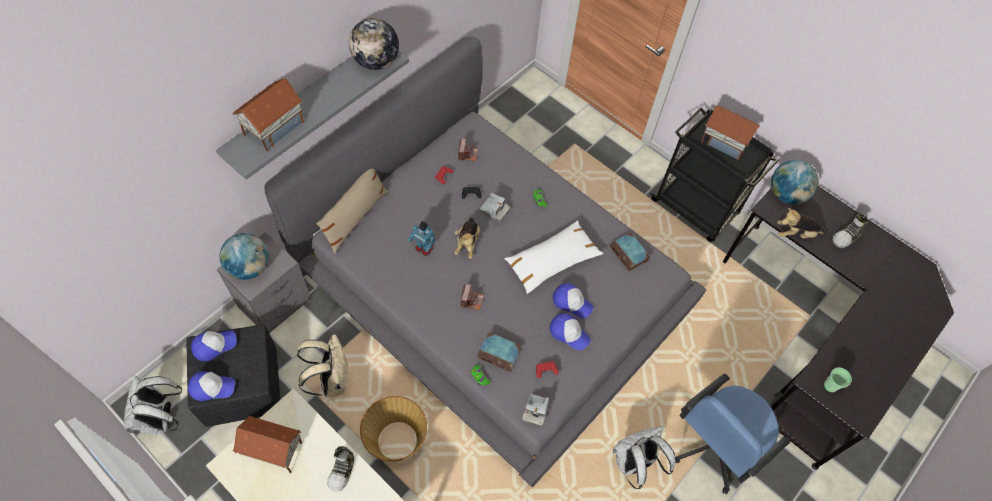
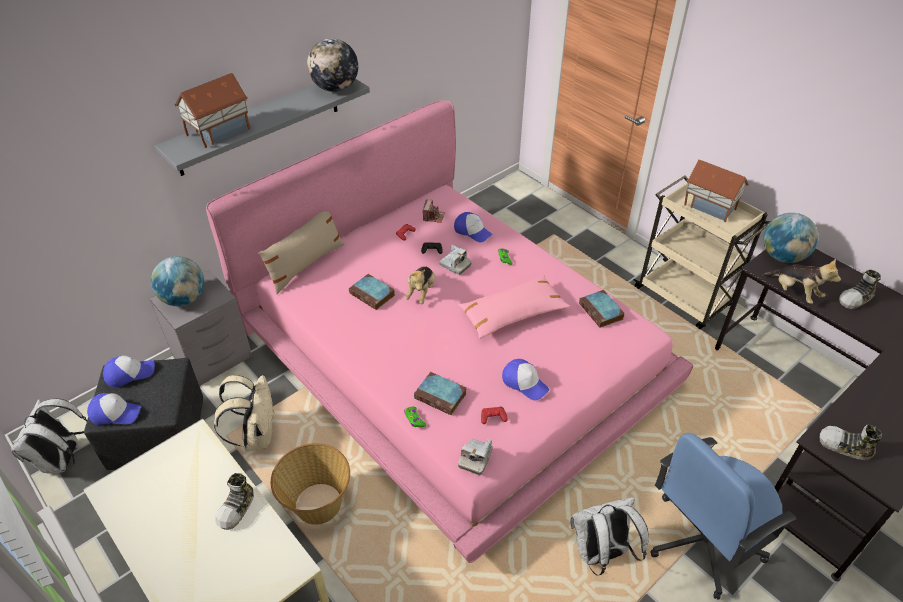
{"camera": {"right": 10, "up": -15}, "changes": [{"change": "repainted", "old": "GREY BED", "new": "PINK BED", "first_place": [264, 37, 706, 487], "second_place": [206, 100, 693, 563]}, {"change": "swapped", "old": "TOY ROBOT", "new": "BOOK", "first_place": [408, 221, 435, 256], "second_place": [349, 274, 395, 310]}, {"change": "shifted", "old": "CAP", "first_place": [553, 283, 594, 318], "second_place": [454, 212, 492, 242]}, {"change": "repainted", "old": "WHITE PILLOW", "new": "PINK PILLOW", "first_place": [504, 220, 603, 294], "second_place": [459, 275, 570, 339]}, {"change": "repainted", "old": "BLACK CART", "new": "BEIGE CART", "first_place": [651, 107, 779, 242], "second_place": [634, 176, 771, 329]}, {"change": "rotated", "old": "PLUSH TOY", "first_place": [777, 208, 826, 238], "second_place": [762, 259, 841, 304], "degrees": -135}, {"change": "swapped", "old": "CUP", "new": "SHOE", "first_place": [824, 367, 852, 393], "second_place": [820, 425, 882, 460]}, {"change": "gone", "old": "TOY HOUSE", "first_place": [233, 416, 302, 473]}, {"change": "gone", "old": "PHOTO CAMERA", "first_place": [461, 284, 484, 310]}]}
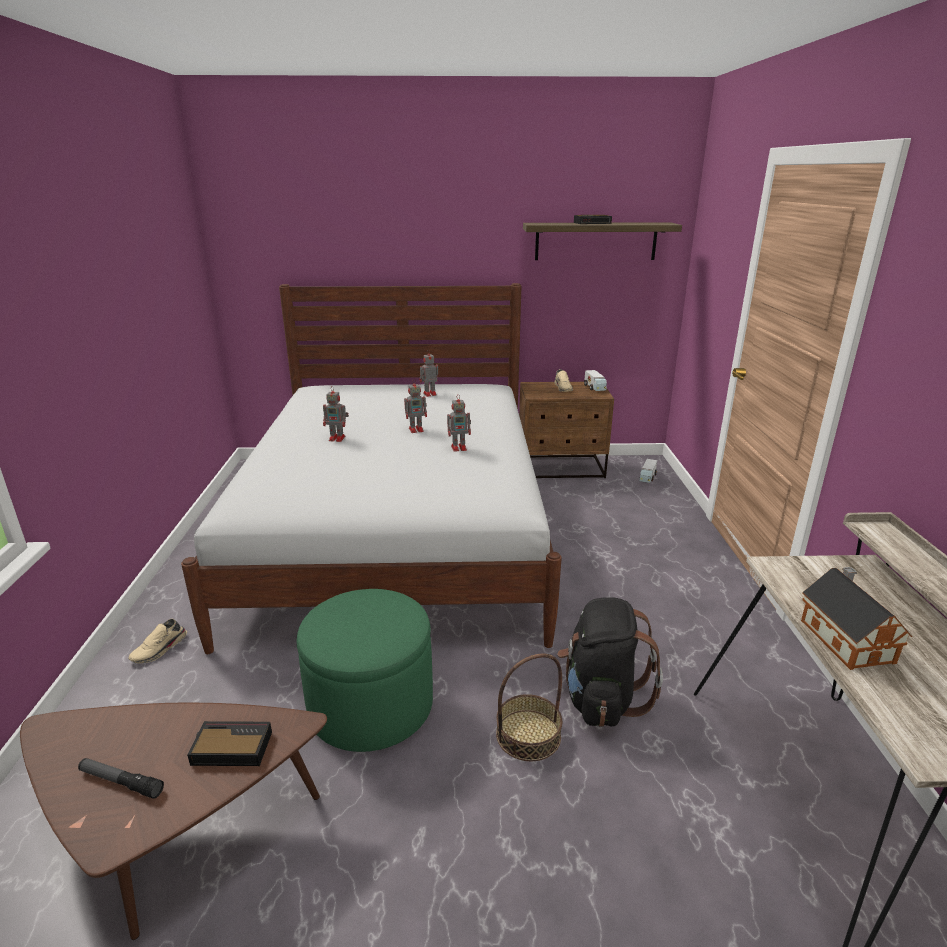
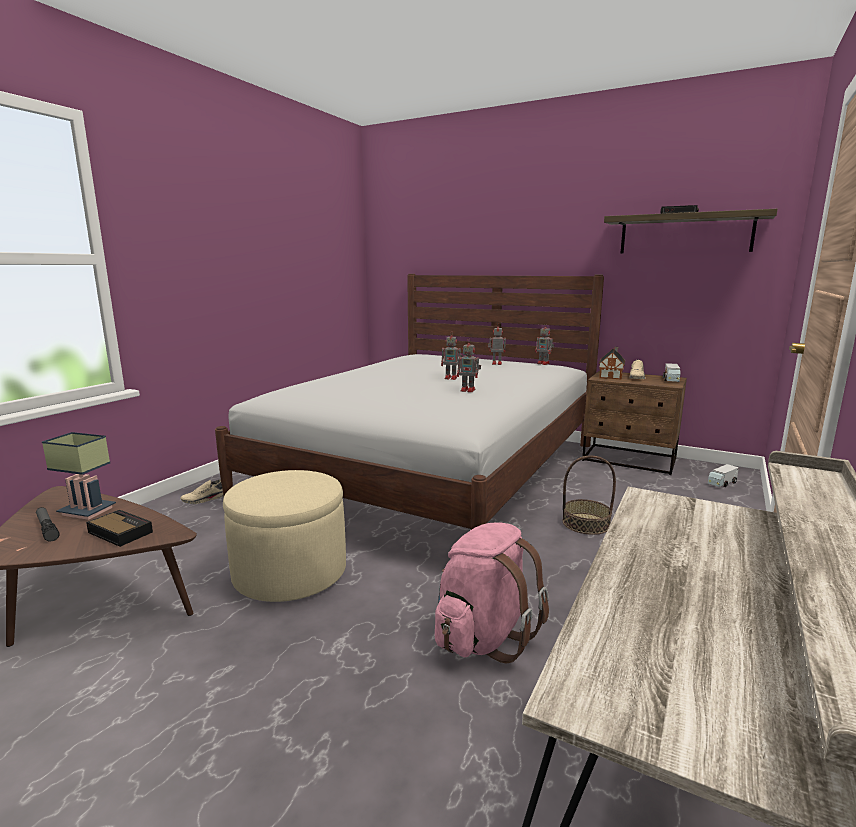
{"camera": {"right": 30, "up": -10}, "changes": [{"change": "new", "new": "TABLE LAMP", "second_place": [42, 432, 116, 520]}, {"change": "repainted", "old": "GREEN OTTOMAN", "new": "BEIGE OTTOMAN", "first_place": [297, 589, 433, 752], "second_place": [223, 470, 346, 602]}, {"change": "repainted", "old": "BLACK BACKPACK", "new": "PINK BACKPACK", "first_place": [557, 597, 663, 727], "second_place": [435, 522, 549, 663]}, {"change": "shifted", "old": "TOY ROBOT", "first_place": [323, 386, 349, 442], "second_place": [535, 324, 554, 365]}, {"change": "shifted", "old": "BASKET", "first_place": [496, 654, 562, 761], "second_place": [563, 456, 616, 535]}, {"change": "shifted", "old": "TOY HOUSE", "first_place": [801, 567, 912, 670], "second_place": [599, 347, 625, 380]}]}
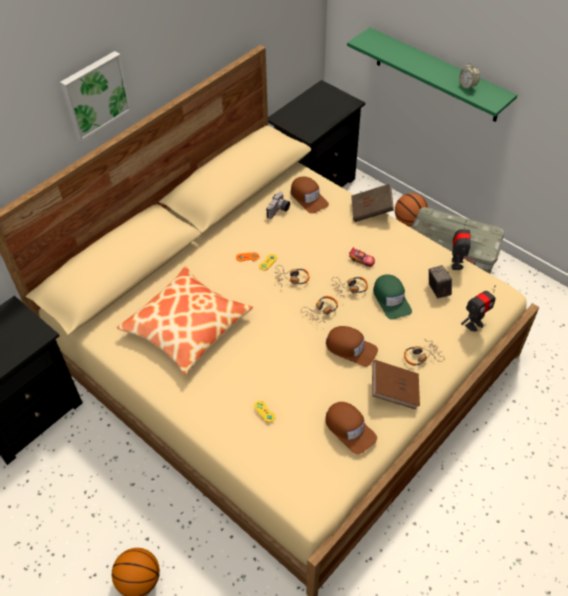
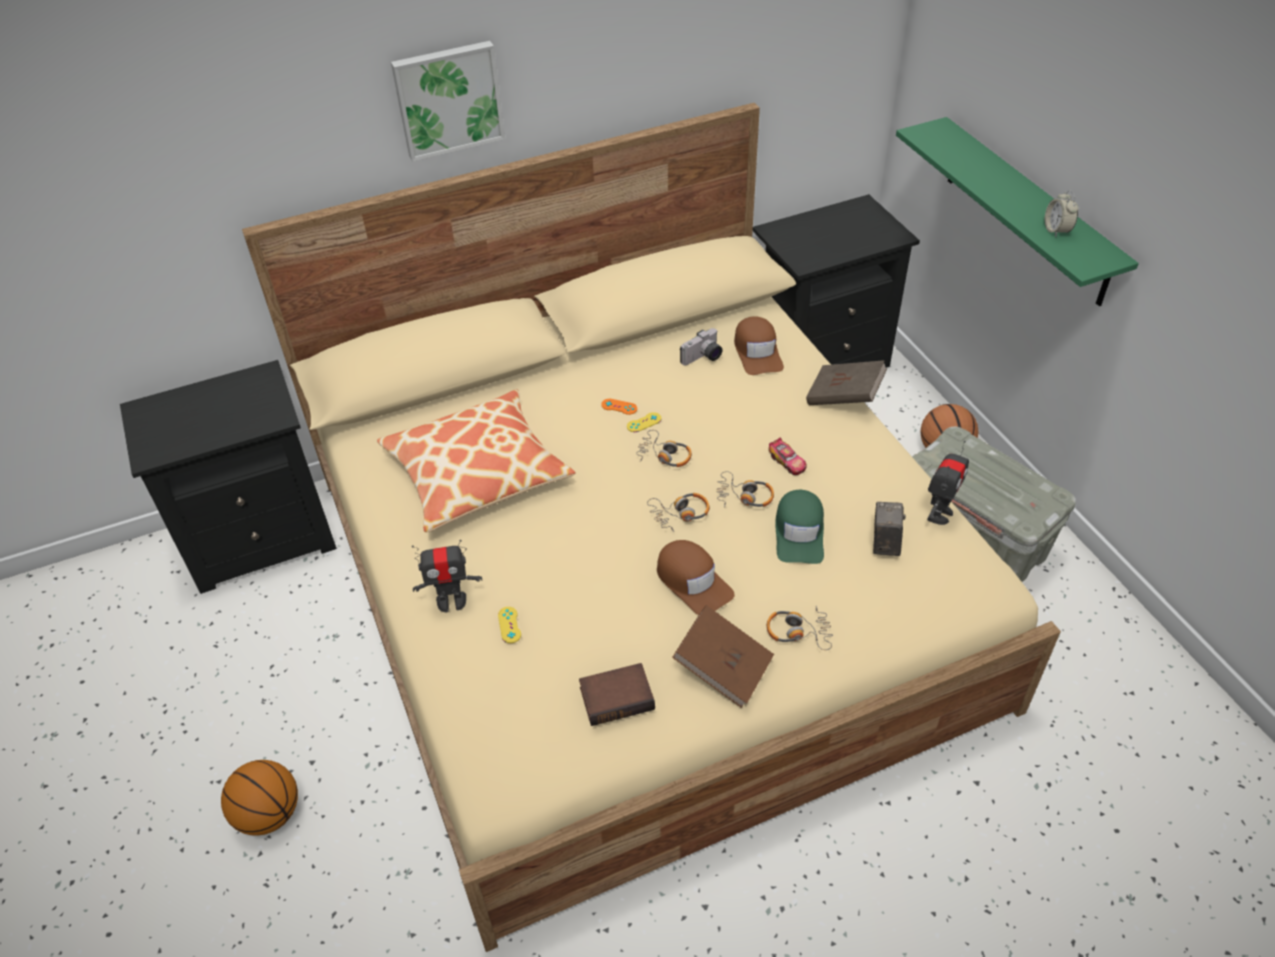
{"camera": {"right": 25, "up": -5}, "changes": [{"change": "shifted", "old": "TOY ROBOT", "first_place": [461, 288, 495, 332], "second_place": [411, 540, 482, 612]}, {"change": "swapped", "old": "BROWN CAP", "new": "BOOK", "first_place": [325, 402, 377, 454], "second_place": [579, 663, 655, 726]}]}
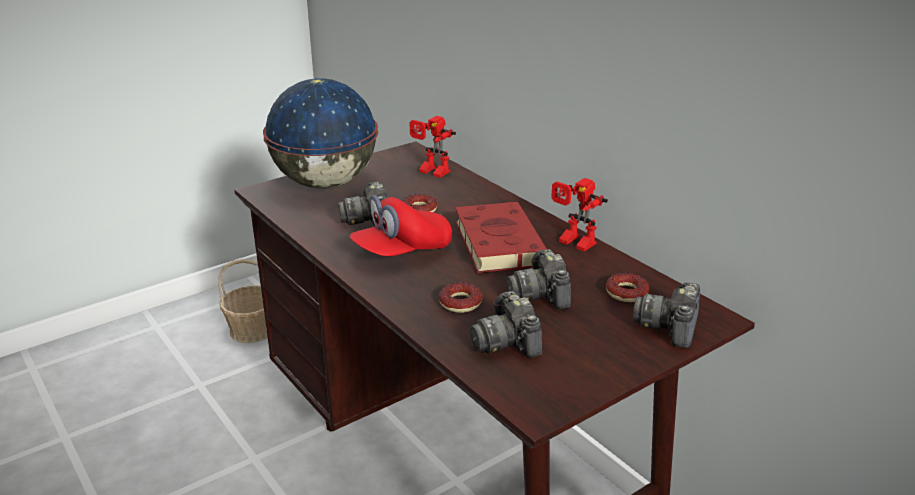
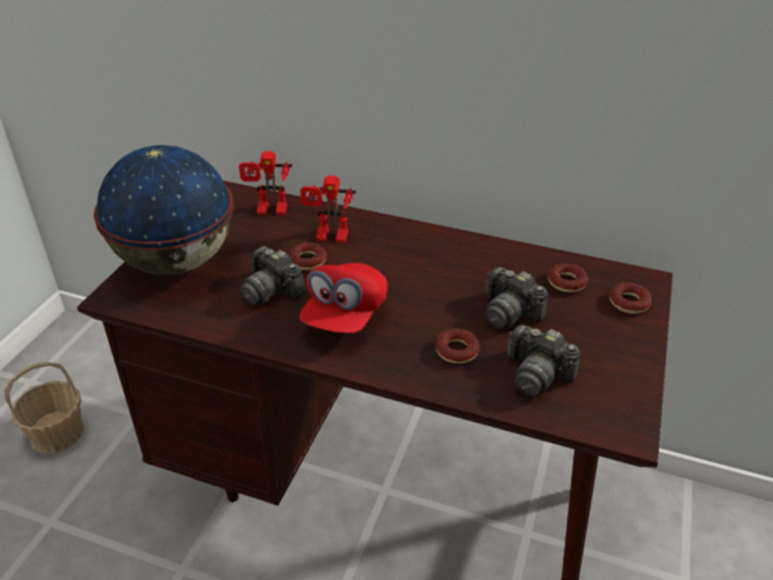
{"camera": {"right": -35, "up": 10}, "changes": [{"change": "shifted", "old": "TOY ROBOT", "first_place": [551, 178, 608, 251], "second_place": [300, 175, 356, 243]}, {"change": "swapped", "old": "PHOTO CAMERA", "new": "DONUT", "first_place": [633, 283, 700, 348], "second_place": [610, 282, 652, 314]}, {"change": "gone", "old": "RED BOOK", "first_place": [455, 202, 547, 273]}]}
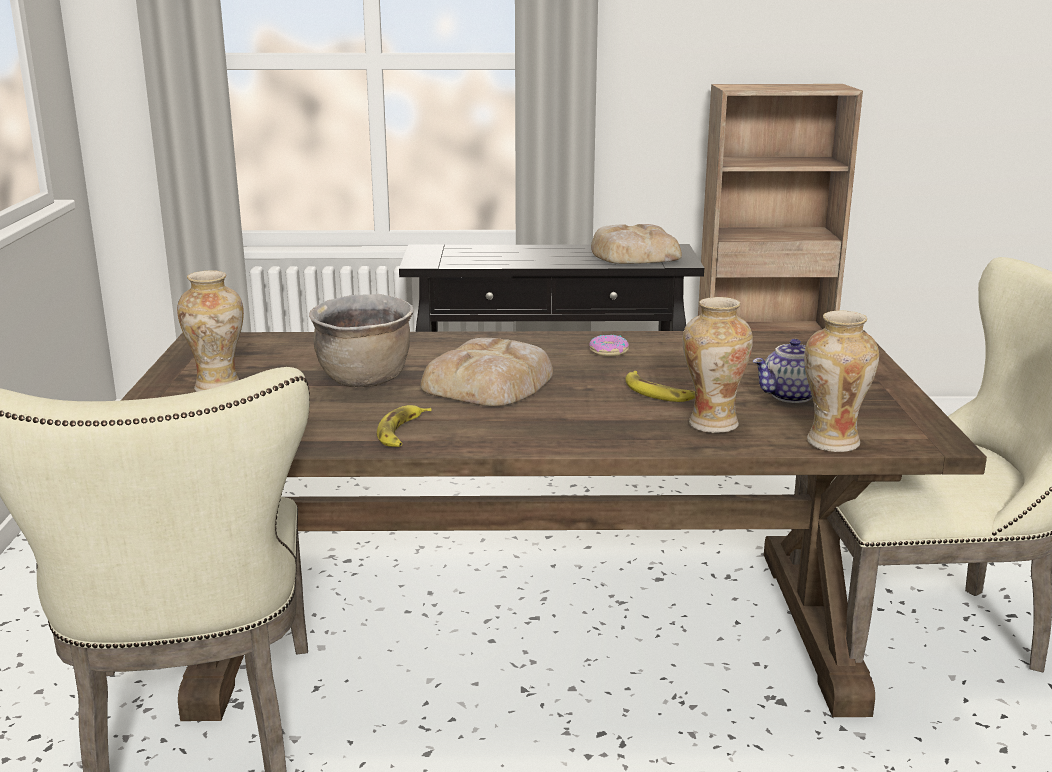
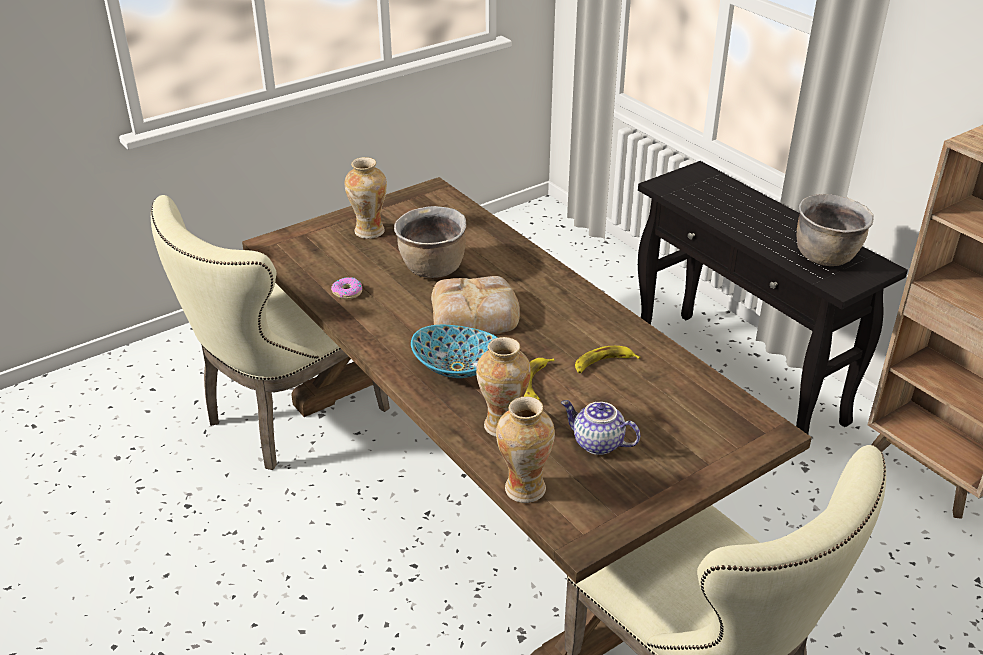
{"camera": {"right": 55, "up": 15}, "changes": [{"change": "shifted", "old": "DONUT", "first_place": [589, 335, 629, 356], "second_place": [331, 277, 362, 299]}, {"change": "new", "new": "BOWL", "second_place": [411, 325, 498, 378]}, {"change": "shifted", "old": "BANANA", "first_place": [377, 405, 432, 447], "second_place": [575, 346, 640, 373]}, {"change": "swapped", "old": "BREAD", "new": "BROWN COOKING POT", "first_place": [591, 224, 682, 264], "second_place": [796, 194, 874, 266]}]}
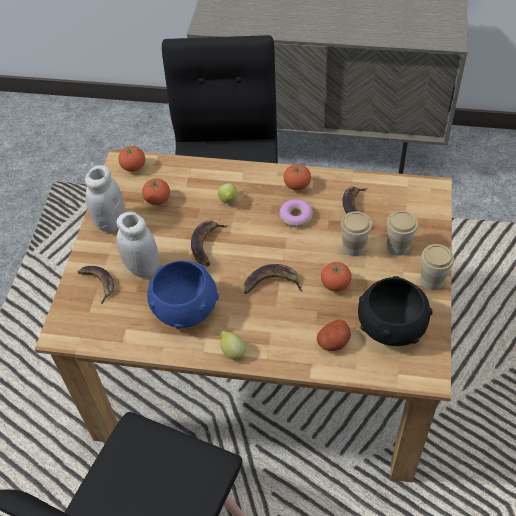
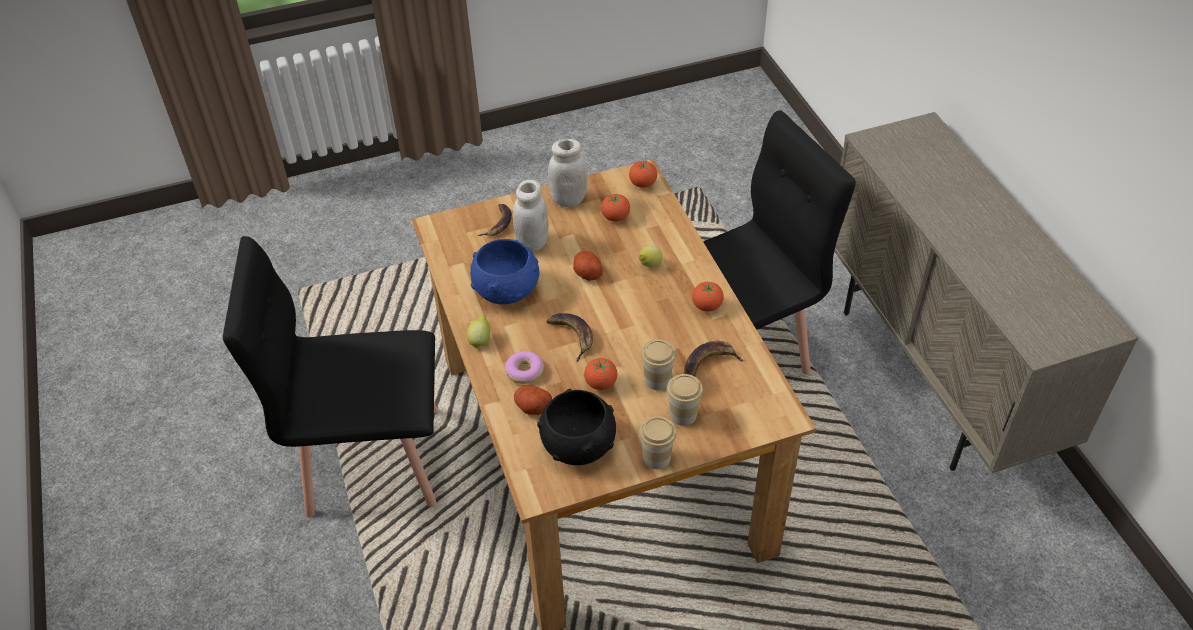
{"camera": {"right": 60, "up": -5}, "changes": [{"change": "shifted", "old": "DONUT", "first_place": [279, 199, 313, 227], "second_place": [505, 351, 544, 384]}, {"change": "swapped", "old": "BANANA", "new": "POTATO", "first_place": [191, 220, 228, 267], "second_place": [573, 251, 603, 281]}]}
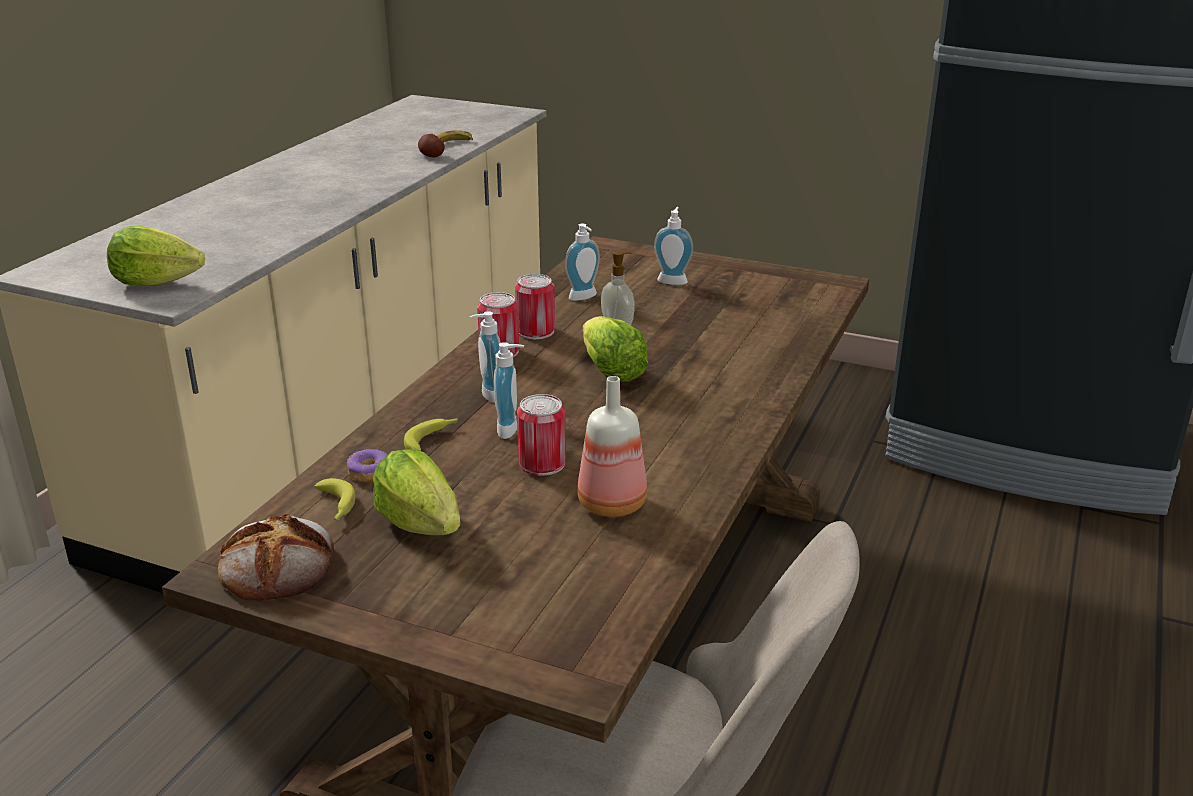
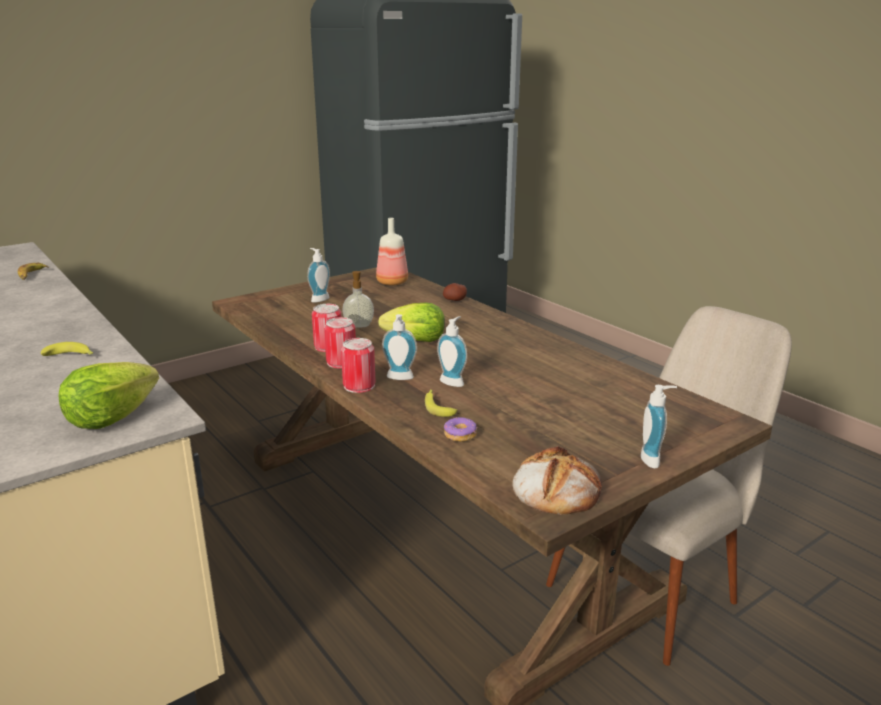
{"camera": {"right": -60, "up": -5}, "changes": [{"change": "shifted", "old": "BANANA", "first_place": [315, 478, 356, 521], "second_place": [41, 342, 93, 356]}, {"change": "shifted", "old": "CAN", "first_place": [517, 394, 566, 476], "second_place": [341, 338, 376, 393]}, {"change": "shifted", "old": "BOTTLE", "first_place": [577, 376, 647, 517], "second_place": [376, 218, 408, 286]}, {"change": "shifted", "old": "POTATO", "first_place": [418, 134, 445, 158], "second_place": [443, 283, 467, 301]}, {"change": "shifted", "old": "SOAP DISPENSER", "first_place": [565, 224, 600, 301], "second_place": [641, 385, 677, 468]}, {"change": "gone", "old": "LETTUCE", "first_place": [373, 448, 461, 535]}]}
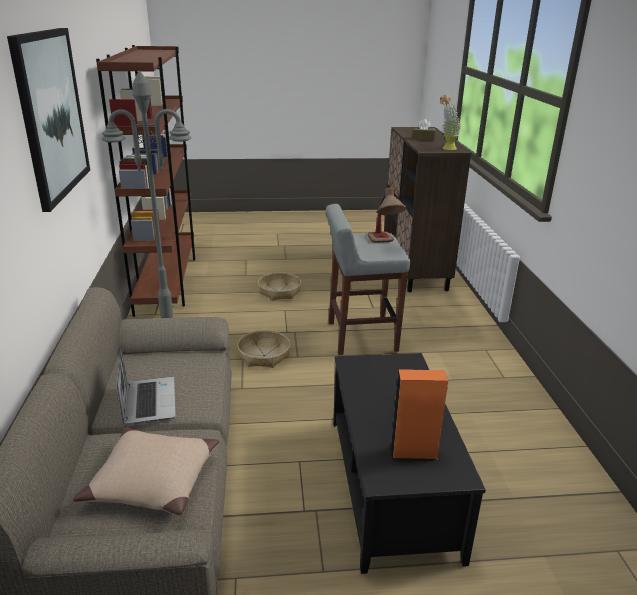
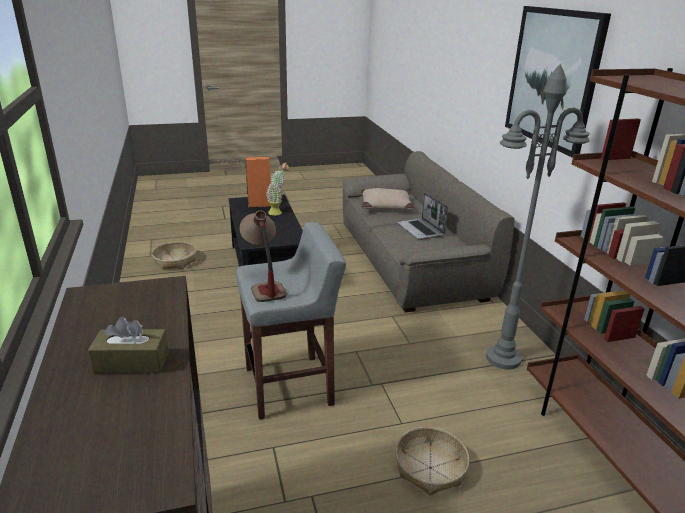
{"camera": {"right": 170, "up": 0}, "changes": [{"change": "shifted", "old": "BASKET", "first_place": [237, 330, 290, 368], "second_place": [152, 242, 197, 270]}, {"change": "shifted", "old": "POTTED PLANT", "first_place": [440, 95, 461, 150], "second_place": [266, 163, 289, 215]}]}
